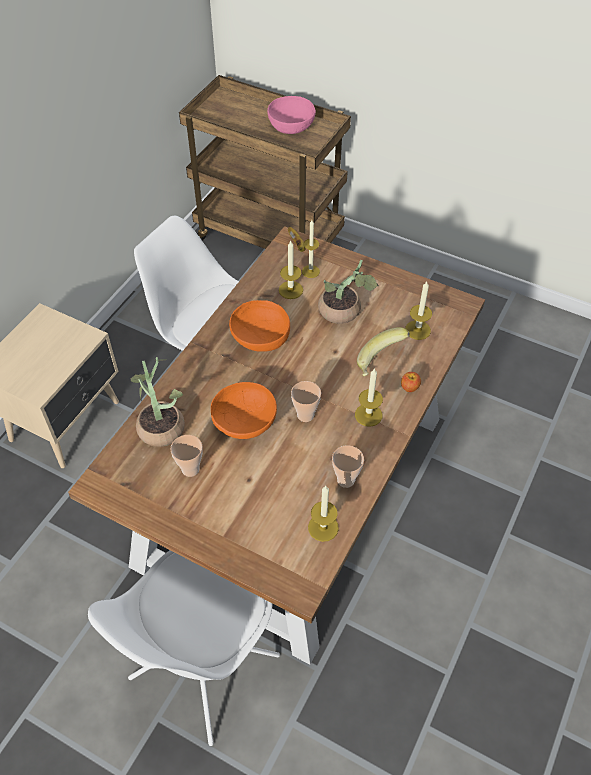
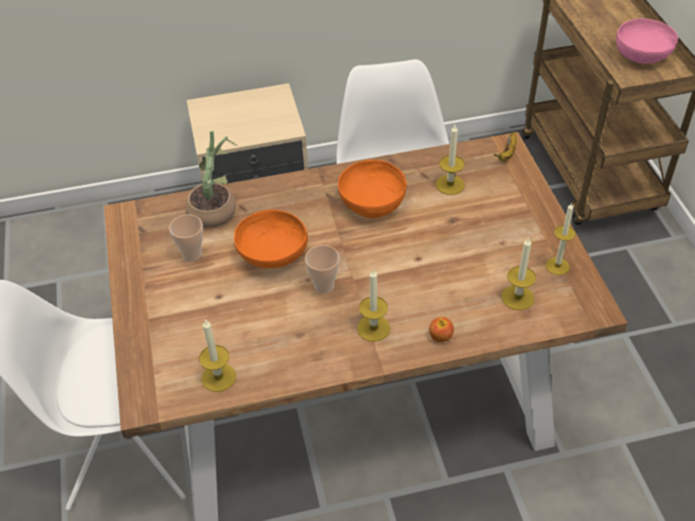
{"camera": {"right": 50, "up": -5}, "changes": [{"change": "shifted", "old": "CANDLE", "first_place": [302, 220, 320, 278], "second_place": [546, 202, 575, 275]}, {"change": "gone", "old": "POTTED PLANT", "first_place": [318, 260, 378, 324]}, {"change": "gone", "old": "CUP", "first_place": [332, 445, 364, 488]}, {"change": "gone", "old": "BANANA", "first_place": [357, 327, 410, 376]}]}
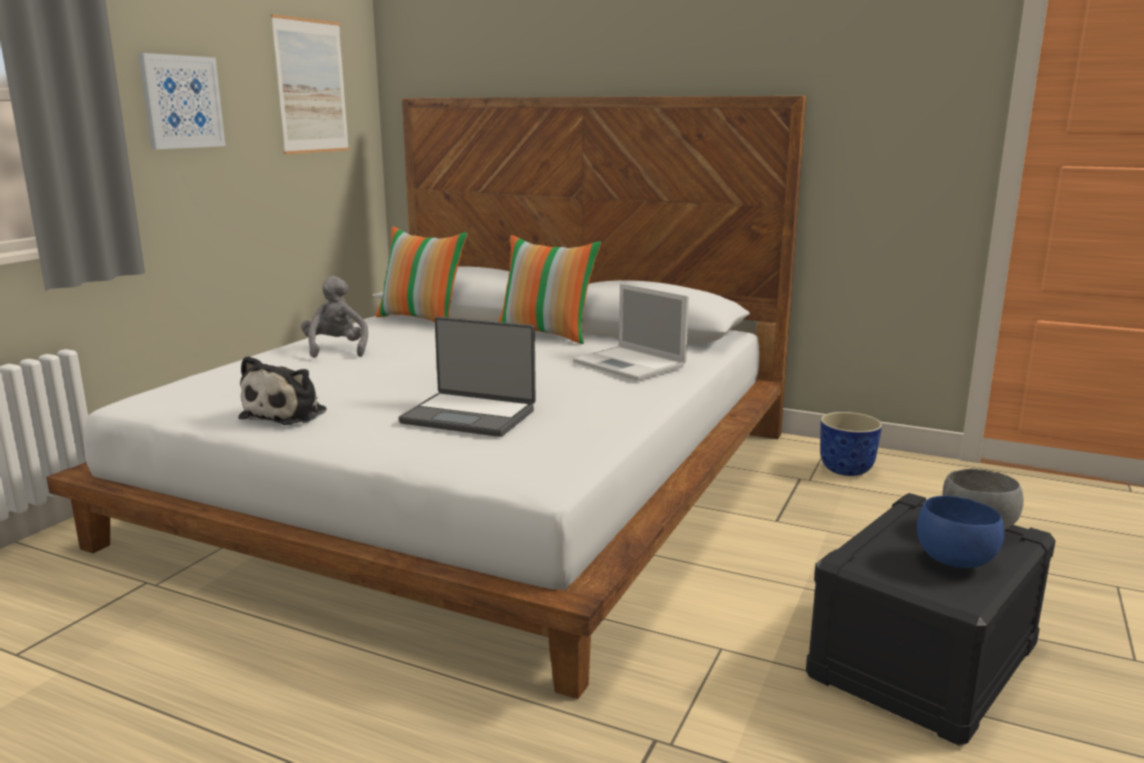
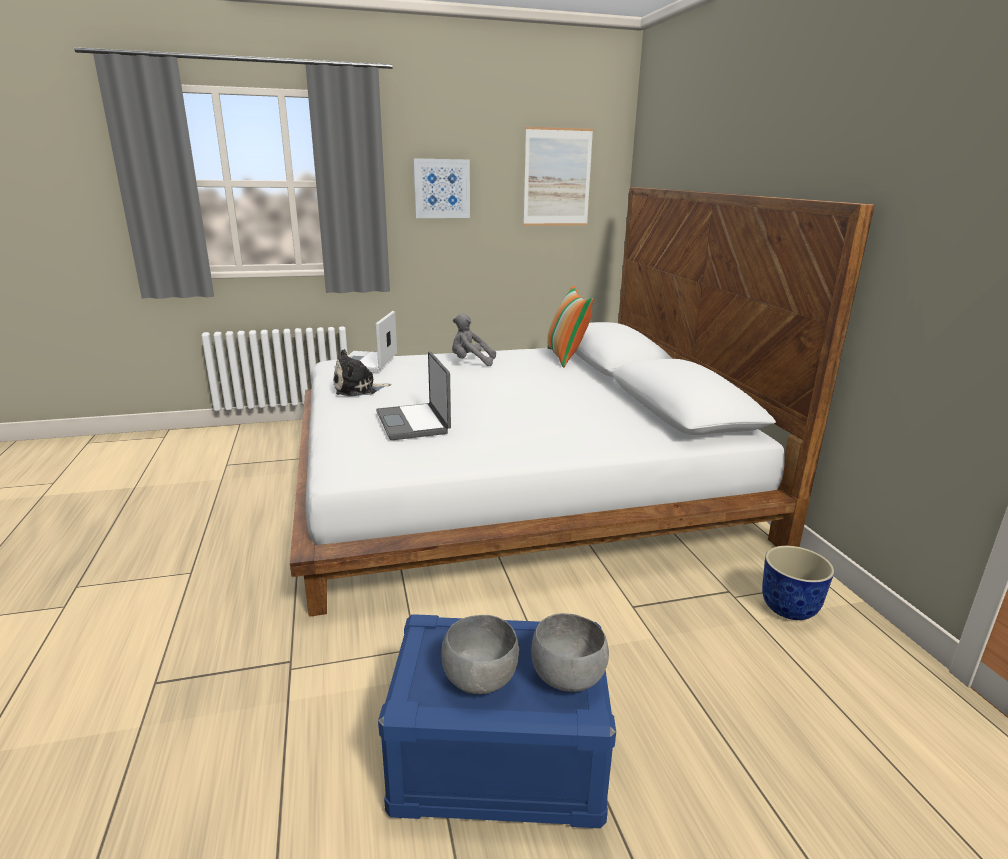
{"camera": {"right": 50, "up": 5}, "changes": [{"change": "shifted", "old": "LAPTOP", "first_place": [573, 283, 689, 381], "second_place": [334, 311, 397, 371]}, {"change": "repainted", "old": "BLACK STORAGE BOX", "new": "BLUE STORAGE BOX", "first_place": [806, 493, 1056, 746], "second_place": [378, 614, 616, 828]}, {"change": "repainted", "old": "BLUE BOWL", "new": "GREY BOWL", "first_place": [917, 496, 1004, 568], "second_place": [441, 615, 519, 694]}, {"change": "rotated", "old": "GREY PLUSH TOY", "first_place": [301, 276, 368, 358], "second_place": [452, 313, 496, 366], "degrees": -120}, {"change": "gone", "old": "PILLOW", "first_place": [498, 235, 601, 344]}]}
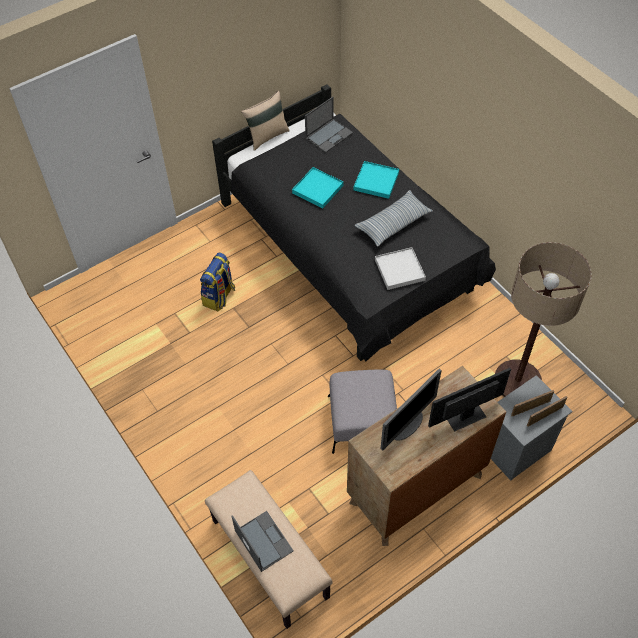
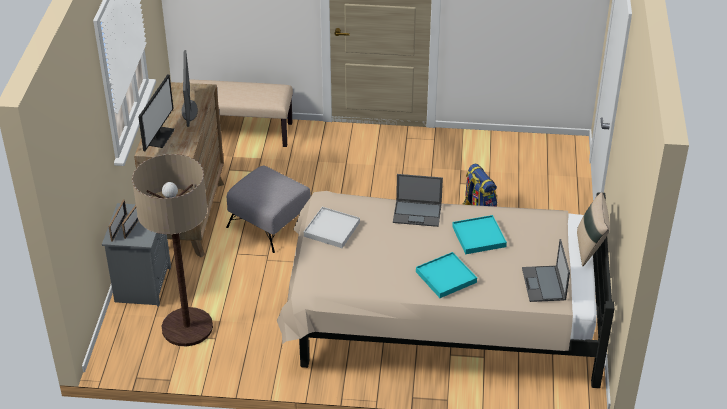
{"camera": {"right": 130, "up": -15}, "changes": [{"change": "repainted", "old": "BLACK BED", "new": "BEIGE BED", "first_place": [212, 84, 496, 362], "second_place": [277, 191, 614, 388]}, {"change": "shifted", "old": "LAPTOP", "first_place": [231, 511, 293, 572], "second_place": [393, 174, 443, 227]}, {"change": "gone", "old": "PILLOW", "first_place": [355, 190, 433, 247]}]}
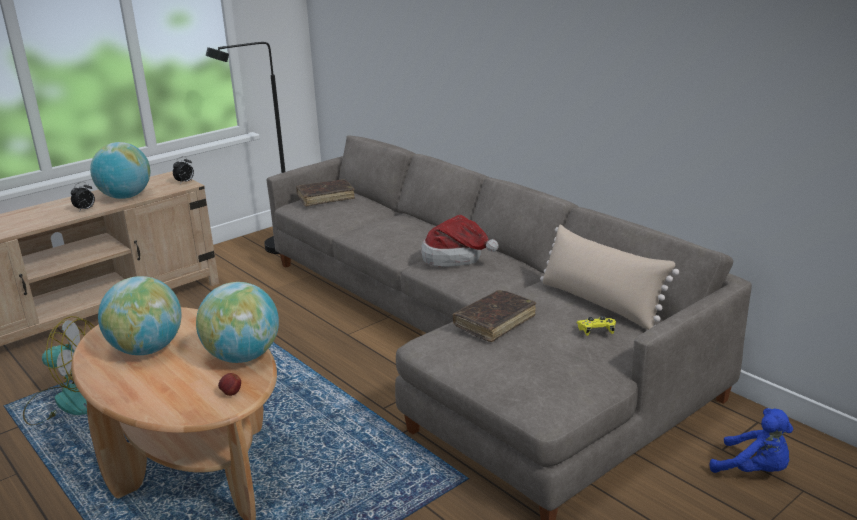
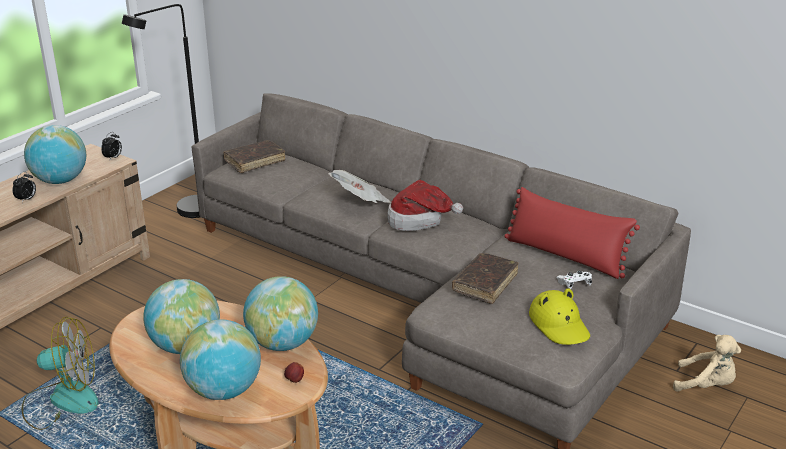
{"camera": {"right": -15, "up": 5}, "changes": [{"change": "new", "new": "GLOBE", "second_place": [180, 319, 261, 400]}, {"change": "new", "new": "NEWSPAPER", "second_place": [328, 170, 391, 203]}, {"change": "repainted", "old": "BEIGE PILLOW", "new": "RED PILLOW", "first_place": [540, 225, 679, 330], "second_place": [504, 187, 640, 279]}, {"change": "new", "new": "YELLOW HAT", "second_place": [529, 288, 590, 345]}, {"change": "repainted", "old": "YELLOW GAME CONTROLLER", "new": "WHITE GAME CONTROLLER", "first_place": [577, 316, 616, 336], "second_place": [557, 271, 592, 289]}, {"change": "repainted", "old": "BLUE PLUSH TOY", "new": "BEIGE PLUSH TOY", "first_place": [710, 408, 793, 473], "second_place": [673, 335, 741, 392]}]}
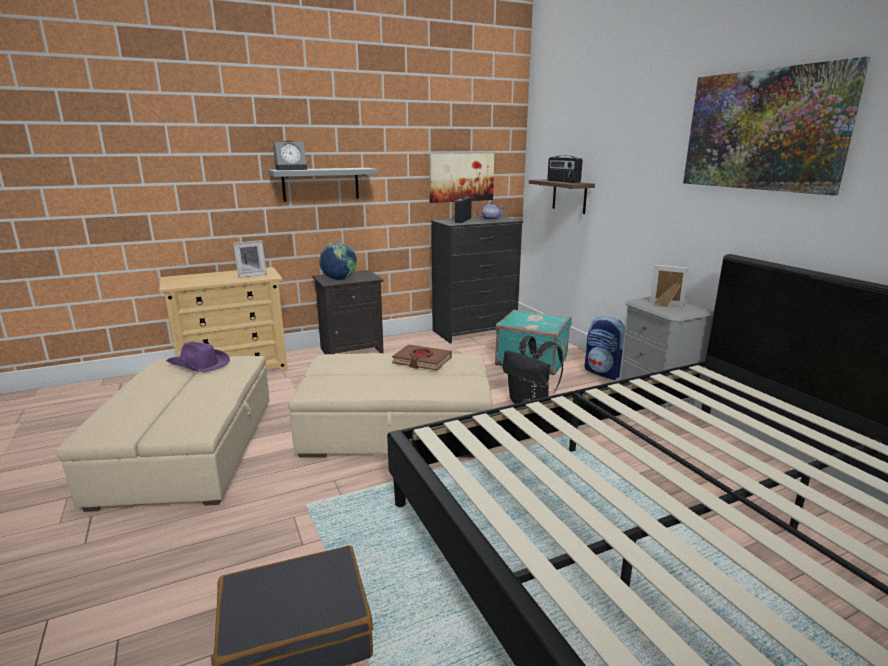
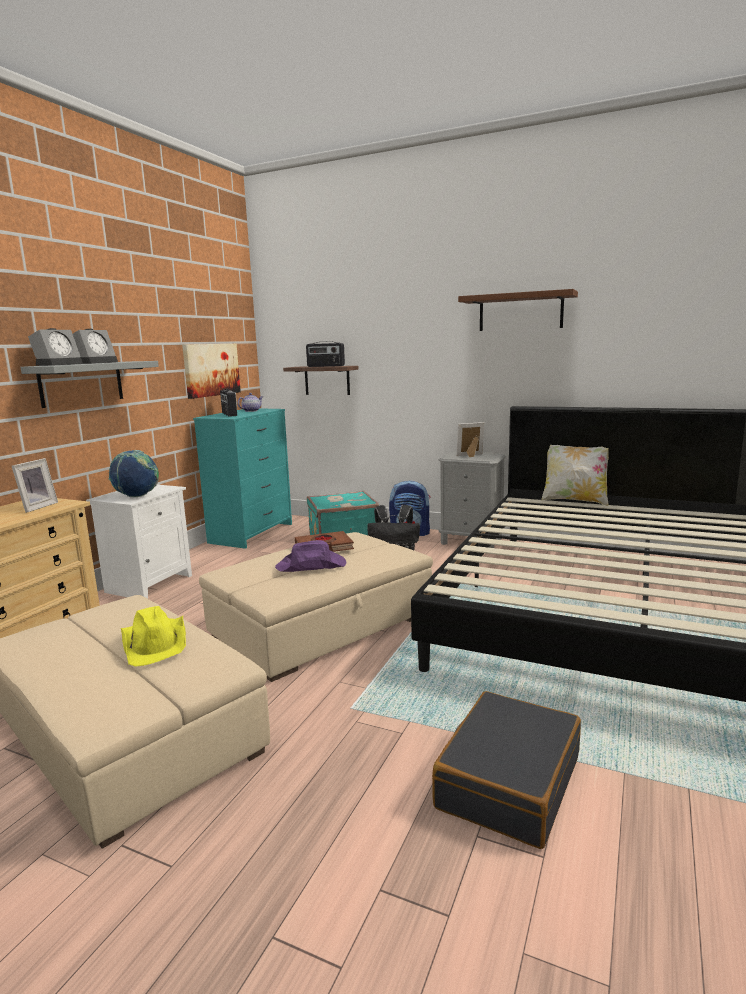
{"camera": {"right": -40, "up": -5}, "changes": [{"change": "new", "new": "ALARM CLOCK", "second_place": [73, 329, 118, 364]}, {"change": "repainted", "old": "BLACK NIGHTSTAND", "new": "WHITE NIGHTSTAND", "first_place": [312, 270, 384, 354], "second_place": [86, 485, 192, 599]}, {"change": "new", "new": "YELLOW HAT", "second_place": [121, 606, 186, 667]}, {"change": "repainted", "old": "BLACK DRESSER", "new": "TURQUOISE DRESSER", "first_place": [431, 216, 523, 344], "second_place": [193, 409, 292, 549]}, {"change": "shifted", "old": "PURPLE HAT", "first_place": [166, 342, 230, 373], "second_place": [275, 540, 346, 572]}, {"change": "swapped", "old": "PICTURE", "new": "BROWN SHELF", "first_place": [683, 57, 870, 196], "second_place": [458, 289, 578, 331]}, {"change": "new", "new": "PILLOW", "second_place": [541, 445, 609, 506]}]}
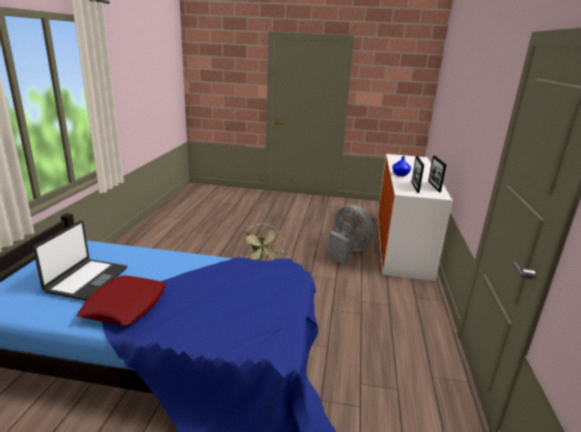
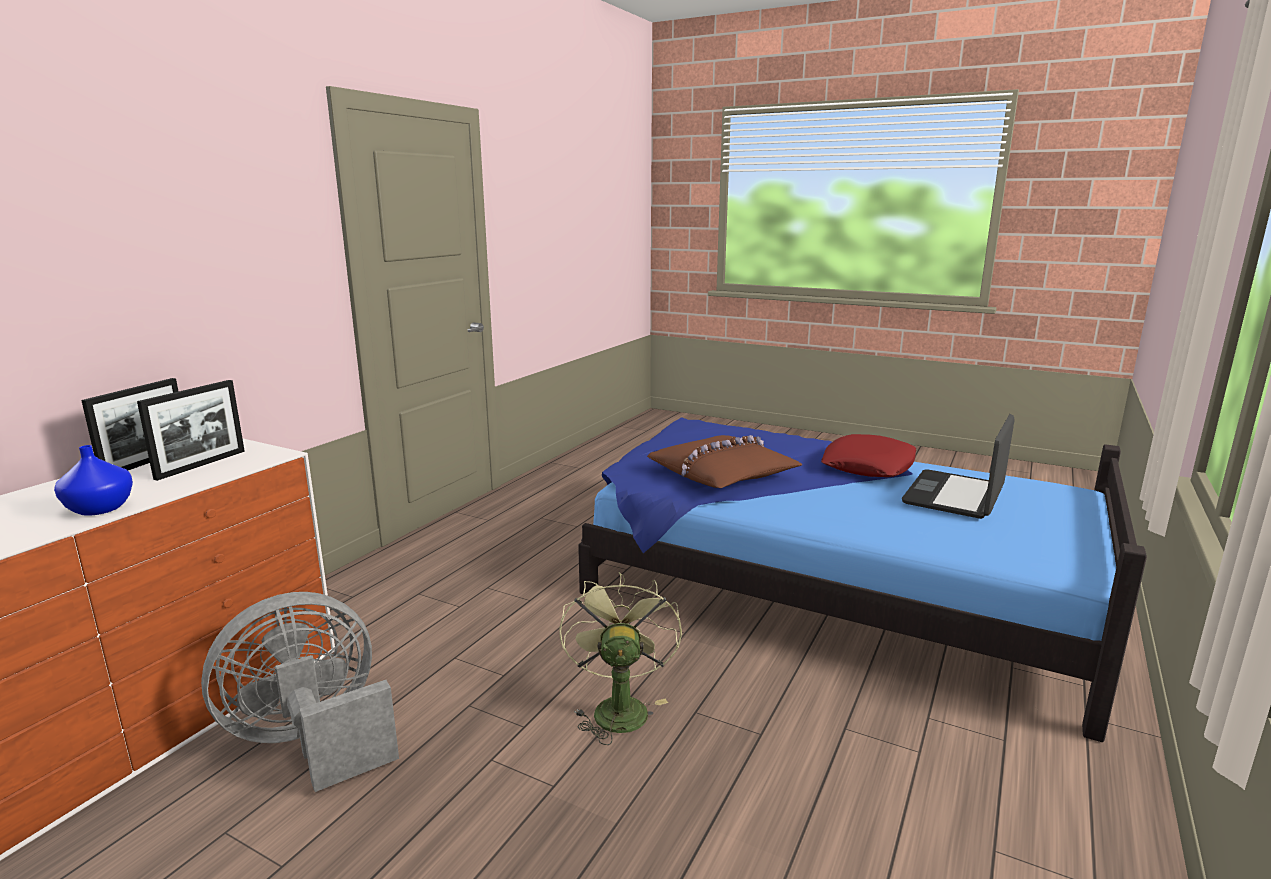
{"camera": {"right": -160, "up": -5}, "changes": [{"change": "rotated", "old": "GREY FAN", "first_place": [327, 205, 374, 265], "second_place": [201, 592, 399, 792], "degrees": 75}, {"change": "new", "new": "BROWN PILLOW", "second_place": [647, 435, 802, 488]}]}
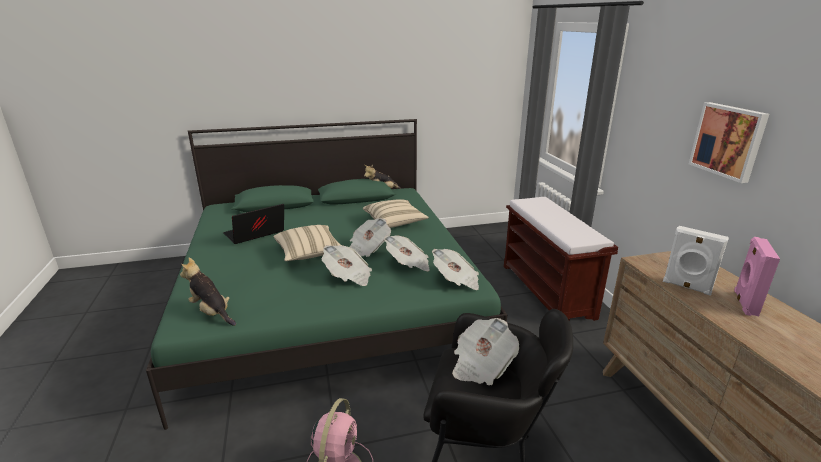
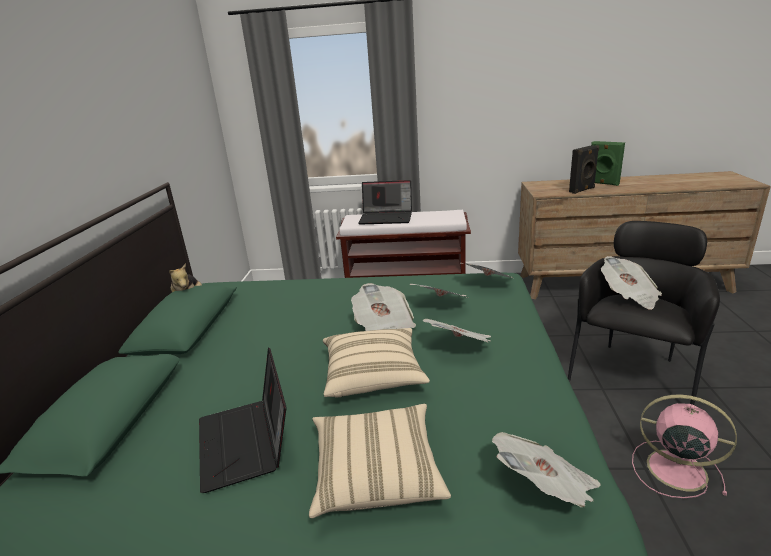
{"camera": {"right": -70, "up": 0}, "changes": [{"change": "shifted", "old": "BEIGE PILLOW", "first_place": [363, 199, 429, 228], "second_place": [309, 404, 451, 518]}, {"change": "new", "new": "LAPTOP", "second_place": [358, 180, 412, 224]}, {"change": "swapped", "old": "PLUSH TOY", "new": "NEWSPAPER", "first_place": [180, 258, 236, 326], "second_place": [492, 432, 601, 507]}, {"change": "repainted", "old": "WHITE SPEAKER", "new": "BLACK SPEAKER", "first_place": [663, 226, 729, 296], "second_place": [569, 145, 599, 194]}, {"change": "repainted", "old": "PINK SPEAKER", "new": "GREEN SPEAKER", "first_place": [734, 237, 780, 316], "second_place": [591, 141, 625, 186]}, {"change": "gone", "old": "PICTURE", "first_place": [689, 102, 769, 183]}]}
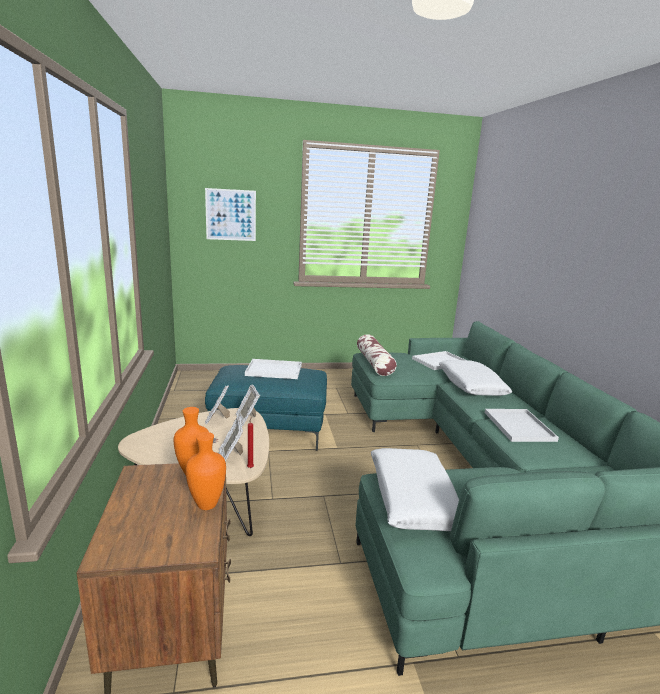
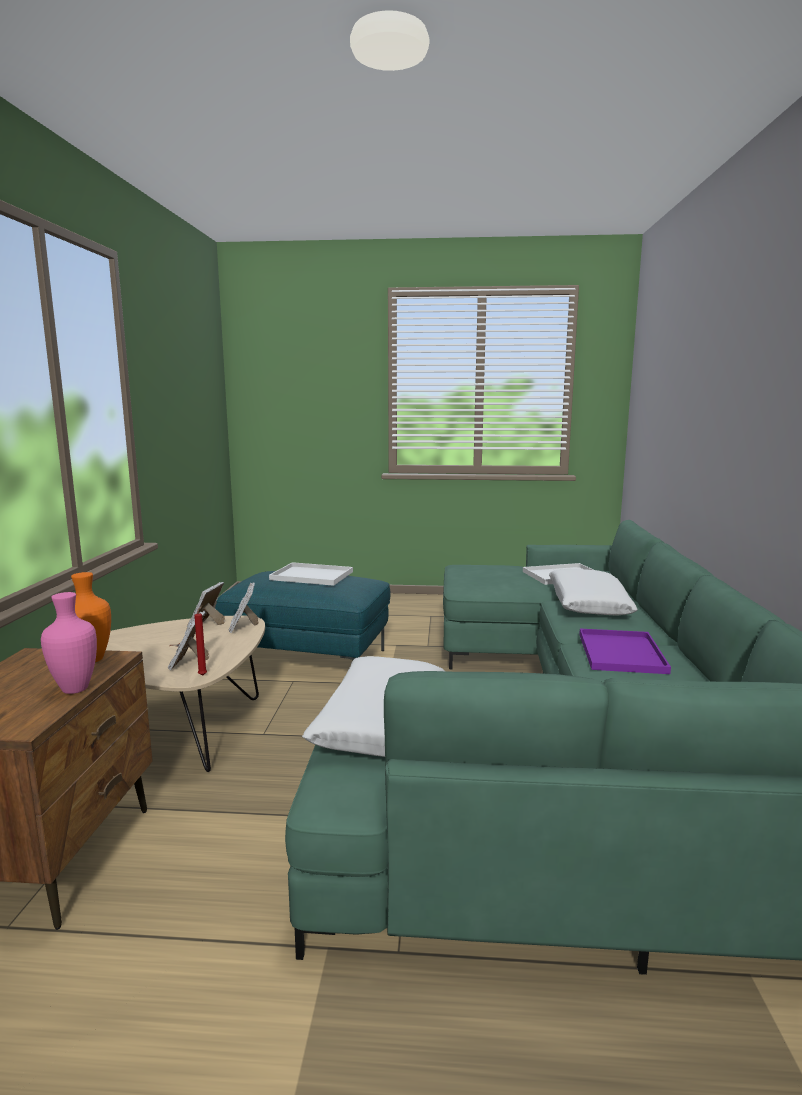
{"camera": {"right": 15, "up": -5}, "changes": [{"change": "repainted", "old": "ORANGE VASE", "new": "PINK VASE", "first_place": [186, 432, 226, 510], "second_place": [41, 592, 97, 694]}, {"change": "repainted", "old": "WHITE TRAY", "new": "PURPLE TRAY", "first_place": [485, 409, 559, 442], "second_place": [579, 629, 671, 674]}, {"change": "gone", "old": "PICTURE", "first_place": [205, 188, 256, 241]}, {"change": "gone", "old": "PILLOW", "first_place": [357, 334, 397, 376]}]}
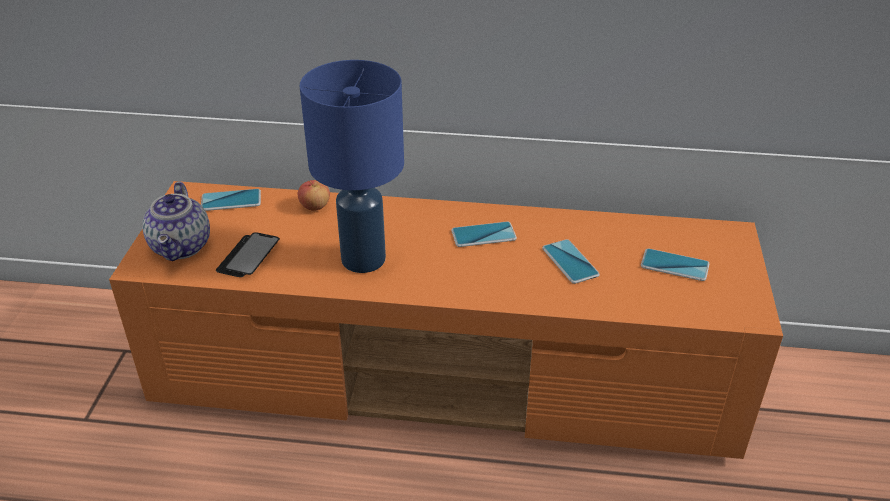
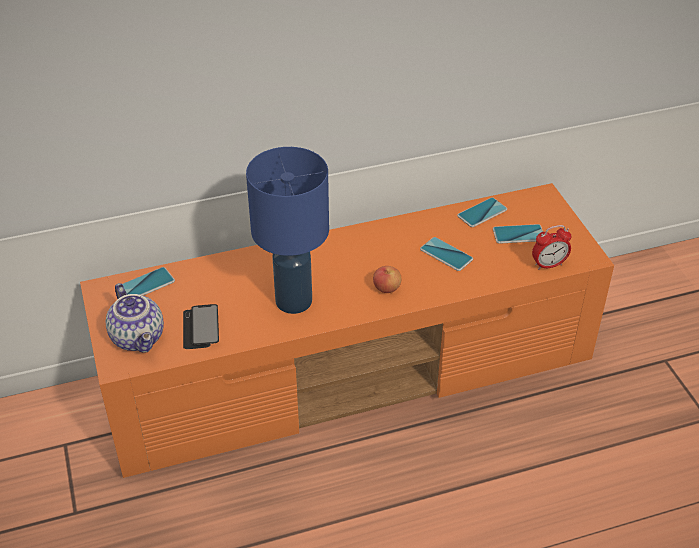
{"camera": {"right": -25, "up": 5}, "changes": [{"change": "shifted", "old": "APPLE", "first_place": [298, 180, 330, 211], "second_place": [373, 266, 402, 293]}, {"change": "shifted", "old": "PHONE", "first_place": [451, 221, 517, 247], "second_place": [457, 197, 507, 227]}, {"change": "new", "new": "ALARM CLOCK", "second_place": [532, 225, 572, 270]}]}
